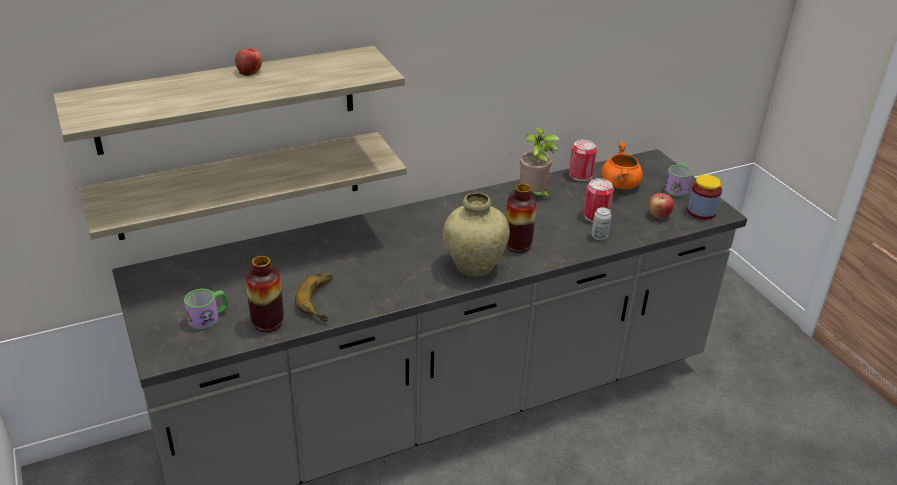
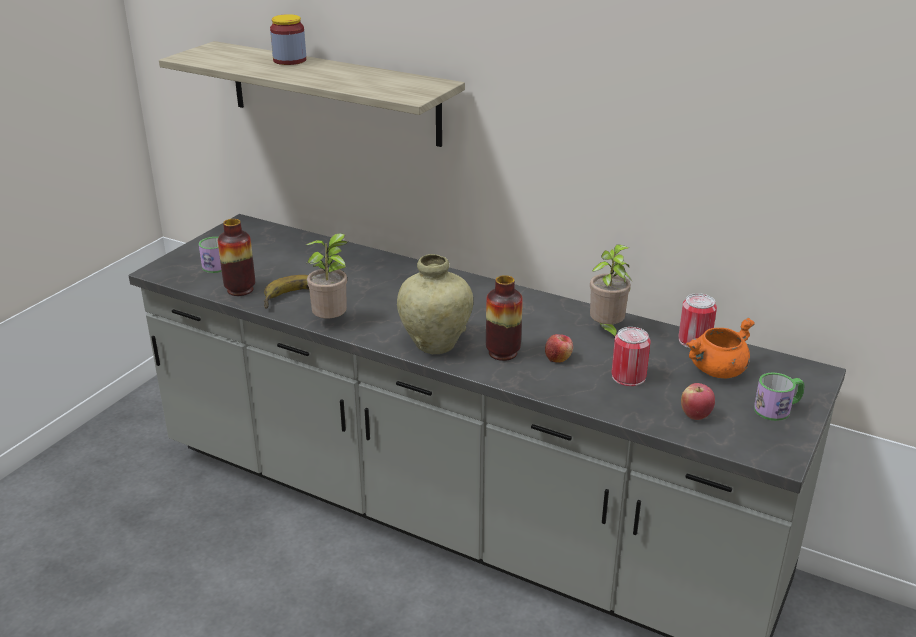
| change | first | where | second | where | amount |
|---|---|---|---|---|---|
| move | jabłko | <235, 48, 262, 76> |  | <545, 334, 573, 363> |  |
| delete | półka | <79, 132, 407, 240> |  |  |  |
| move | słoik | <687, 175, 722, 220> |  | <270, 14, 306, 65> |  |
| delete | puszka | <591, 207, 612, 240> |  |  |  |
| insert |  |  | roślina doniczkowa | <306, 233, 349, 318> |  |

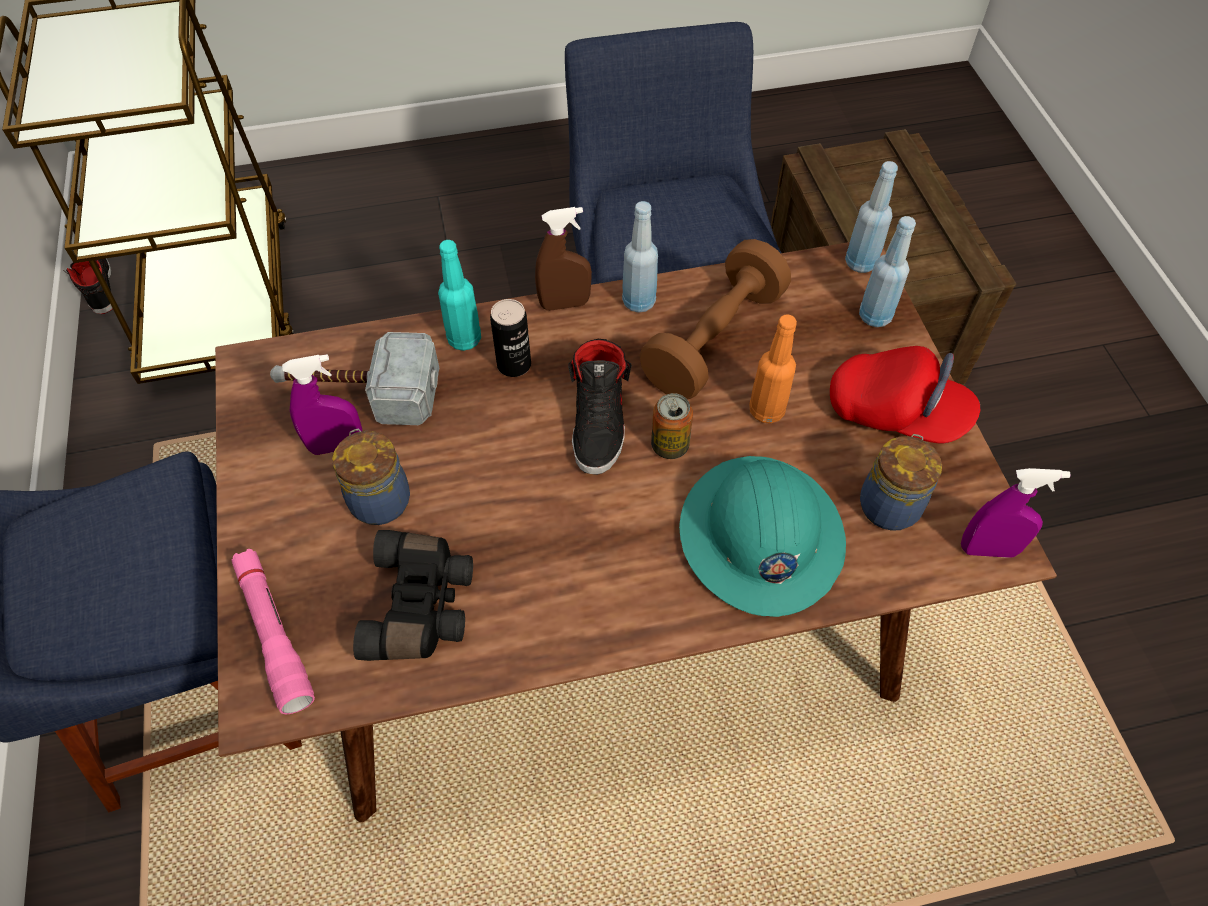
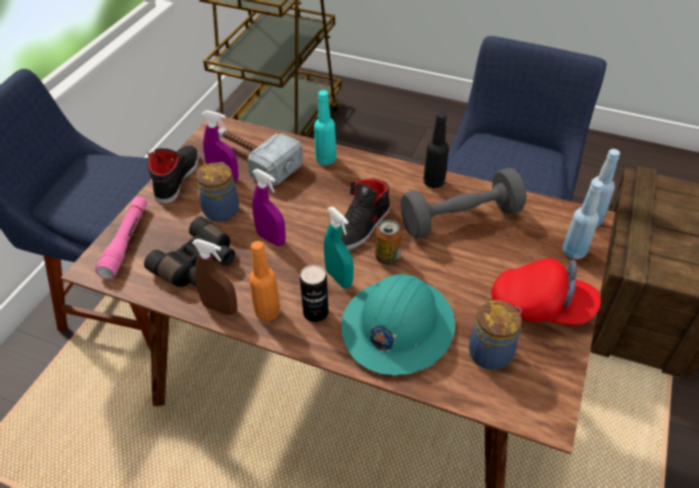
| change | first | where | second | where | amount |
|---|---|---|---|---|---|
| recolor | butelka [niebieski] | <622, 201, 658, 313> | butelka [czarny] | <423, 112, 449, 188> |  |
| move | spryskiwacz [brązowy] | <535, 207, 592, 311> |  | <192, 239, 237, 315> |  |
| recolor | hantel [brązowy] | <639, 239, 791, 399> | hantel [szary] | <400, 168, 526, 239> |  |
| move | but [czarny] | <63, 258, 113, 314> |  | <147, 145, 199, 204> |  |
| move | puszka | <490, 299, 531, 377> |  | <300, 265, 329, 322> |  |
| move | butelka [pomarańczowy] | <749, 314, 797, 424> |  | <249, 241, 280, 321> |  |
| rotate | czapka z daszkiem [czerwony] | <830, 346, 980, 443> |  | <492, 258, 601, 325> | 45 degrees counterclockwise |
| move | spryskiwacz [fioletowy] | <961, 468, 1071, 558> |  | <252, 169, 286, 246> |  |
| insert |  |  | spryskiwacz [turkusowy] | <324, 207, 354, 288> |  |

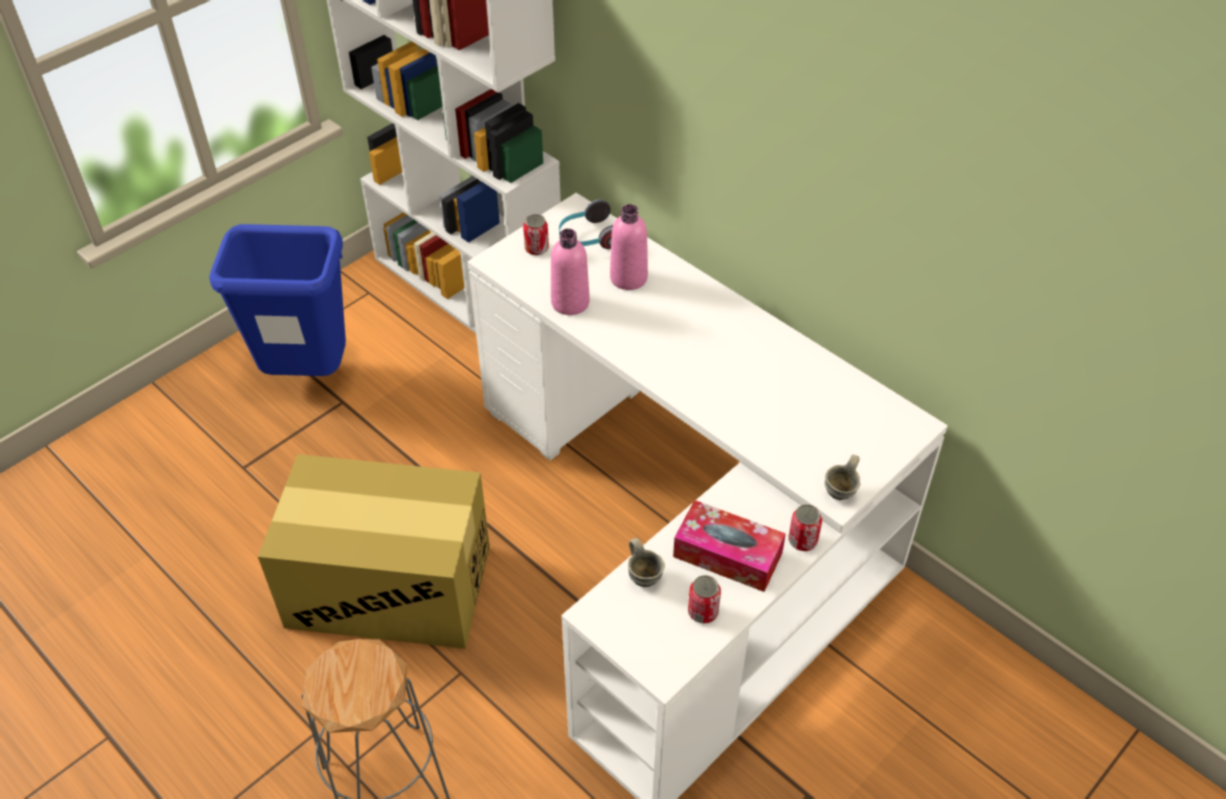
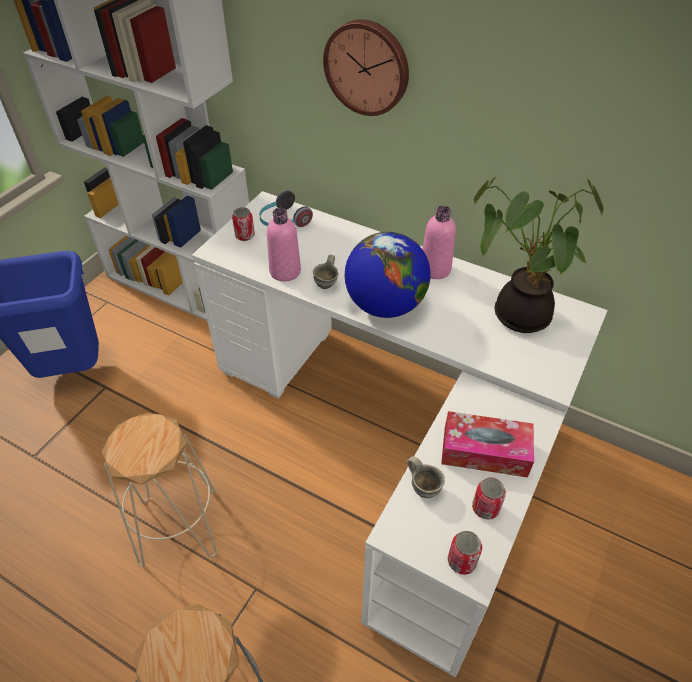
| change | first | where | second | where | amount |
|---|---|---|---|---|---|
| move | butelka [różowy] | <610, 204, 648, 290> |  | <423, 206, 456, 279> |  |
| replace | karton | <258, 454, 490, 649> | stołek [beżowy] | <101, 413, 217, 567> |  |
| move | kubek [szary] | <825, 455, 861, 500> |  | <313, 255, 339, 289> |  |
| move | puszka | <788, 504, 822, 551> |  | <448, 531, 482, 575> |  |
| insert |  |  | zegar ścienny | <323, 19, 409, 116> |  |
| insert |  |  | roślina doniczkowa | <474, 176, 604, 333> |  |
| insert |  |  | globus | <345, 232, 430, 318> |  |

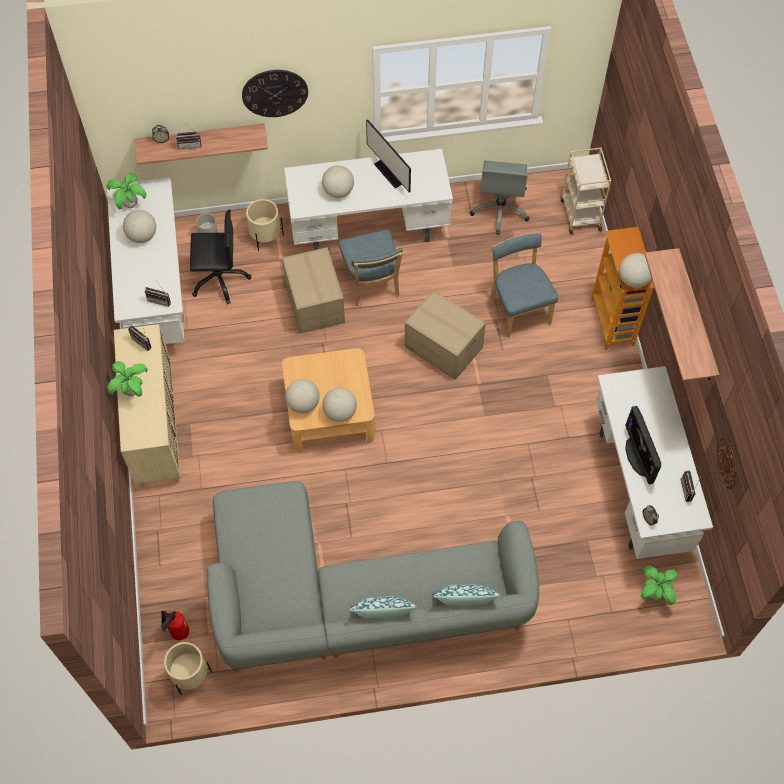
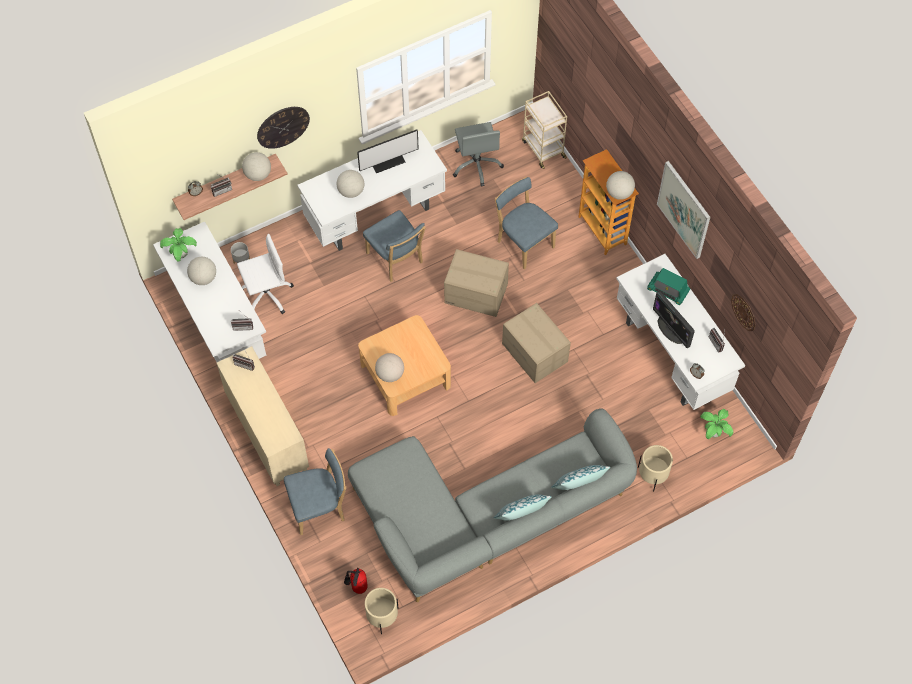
| change | first | where | second | where | amount |
|---|---|---|---|---|---|
| rotate | monitor | <366, 119, 411, 193> |  | <357, 130, 419, 173> | 60 degrees counterclockwise |
| move | donica [beżowy] | <246, 199, 284, 251> |  | <638, 445, 673, 491> |  |
| recolor | krzesło biurowe [czarny] | <190, 209, 251, 304> | krzesło biurowe [biały] | <237, 234, 294, 314> |  |
| move | karton | <282, 247, 345, 334> |  | <502, 303, 571, 383> |  |
| replace | półka | <644, 248, 720, 381> | obraz | <657, 161, 710, 259> |  |
| delete | roślina doniczkowa | <107, 361, 148, 397> |  |  |  |
| move | globus | <322, 388, 357, 422> |  | <242, 152, 271, 181> |  |
| insert |  |  | radio | <647, 268, 690, 305> |  |
| insert |  |  | krzesło [niebieski] | <284, 448, 346, 535> |  |

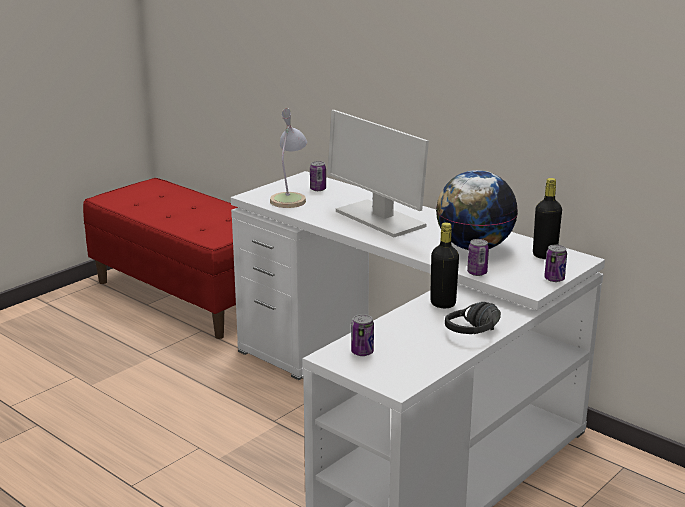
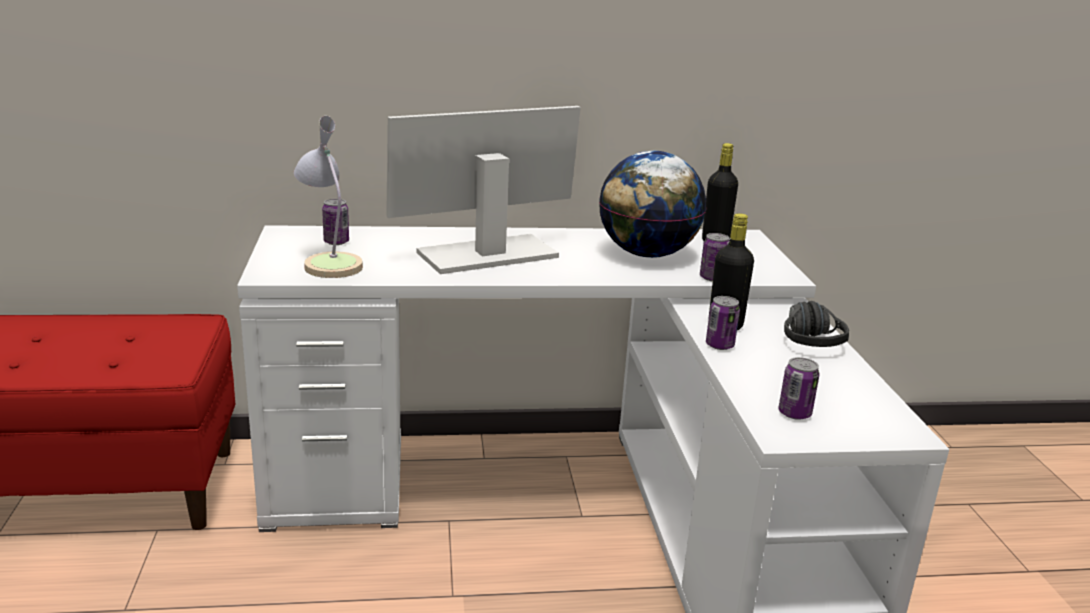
| change | first | where | second | where | amount |
|---|---|---|---|---|---|
| rotate | monitor | <328, 110, 429, 237> |  | <386, 106, 581, 274> | 150 degrees clockwise |
| move | puszka | <544, 245, 567, 282> |  | <706, 296, 740, 350> |  |

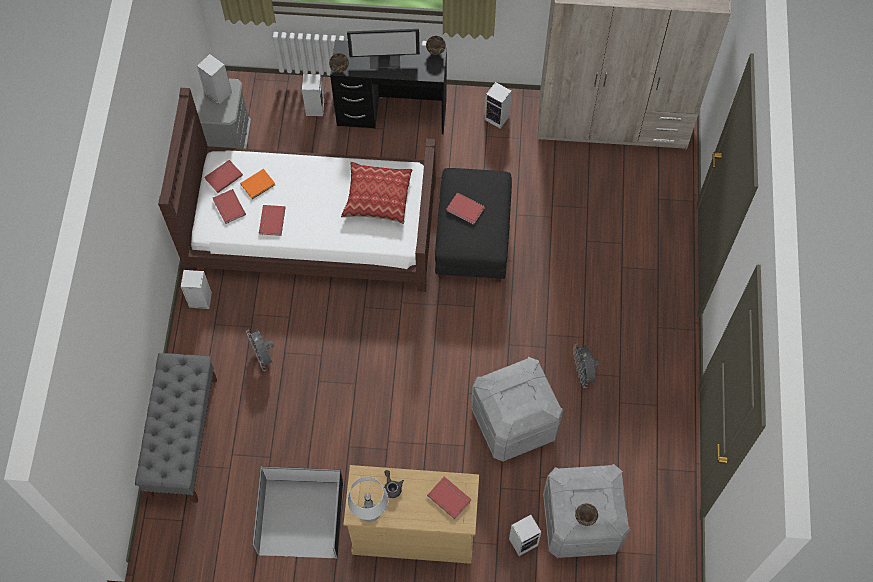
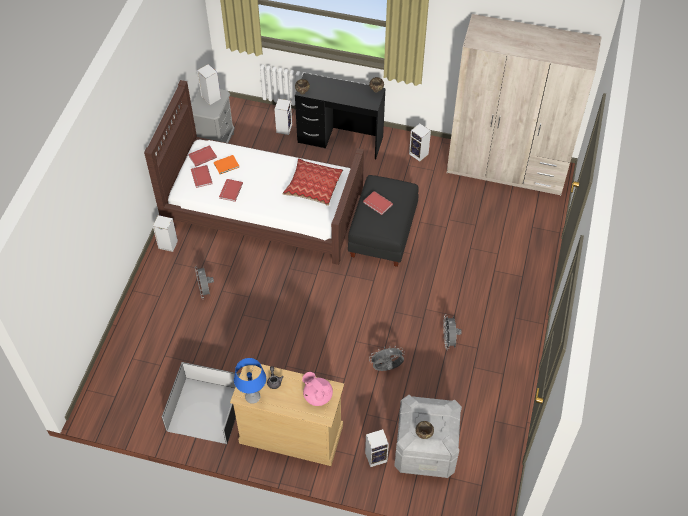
| change | first | where | second | where | amount |
|---|---|---|---|---|---|
| delete | monitor | <347, 29, 420, 69> |  |  |  |
| delete | ławka [szary] | <135, 353, 217, 503> |  |  |  |
| replace | pojemnik do przechowywania [szary] | <471, 357, 563, 462> | wentylator [szary] | <369, 346, 404, 371> |  |
| recolor | lampa stołowa [szary] | <348, 477, 388, 522> | lampa stołowa [niebieski] | <234, 358, 266, 404> |  |
| replace | książka [czerwony] | <427, 477, 472, 519> | imbryk [różowy] | <302, 372, 333, 406> |  |

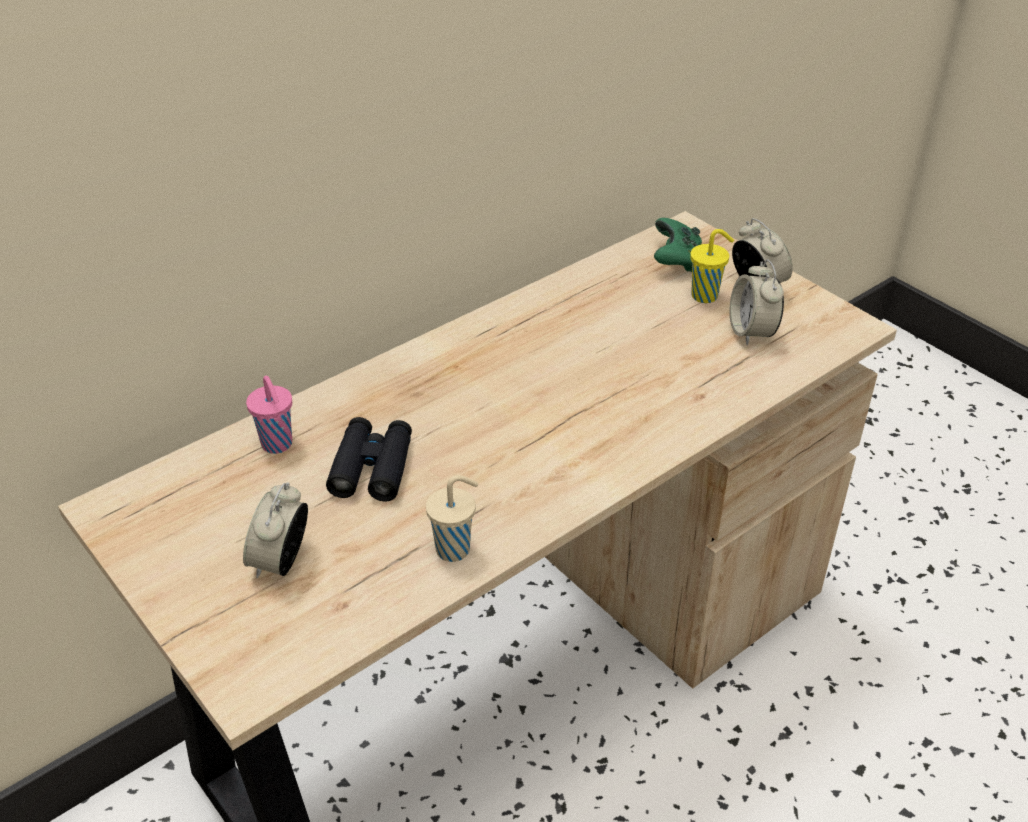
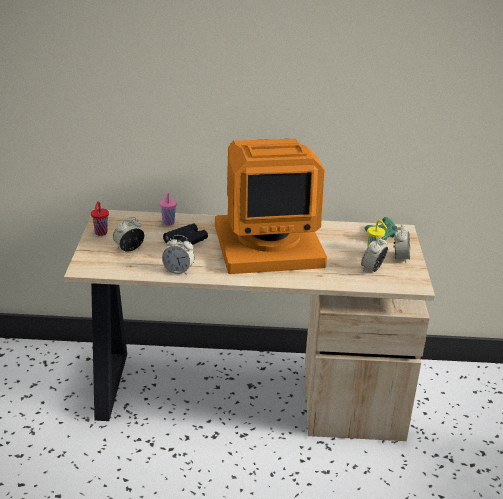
| change | first | where | second | where | amount |
|---|---|---|---|---|---|
| replace | filiżanka [beżowy] | <426, 475, 478, 562> | budzik | <162, 235, 195, 275> |  |
| insert |  |  | monitor | <215, 139, 327, 274> |  |
| insert |  |  | filiżanka [czerwony] | <91, 202, 109, 236> |  |

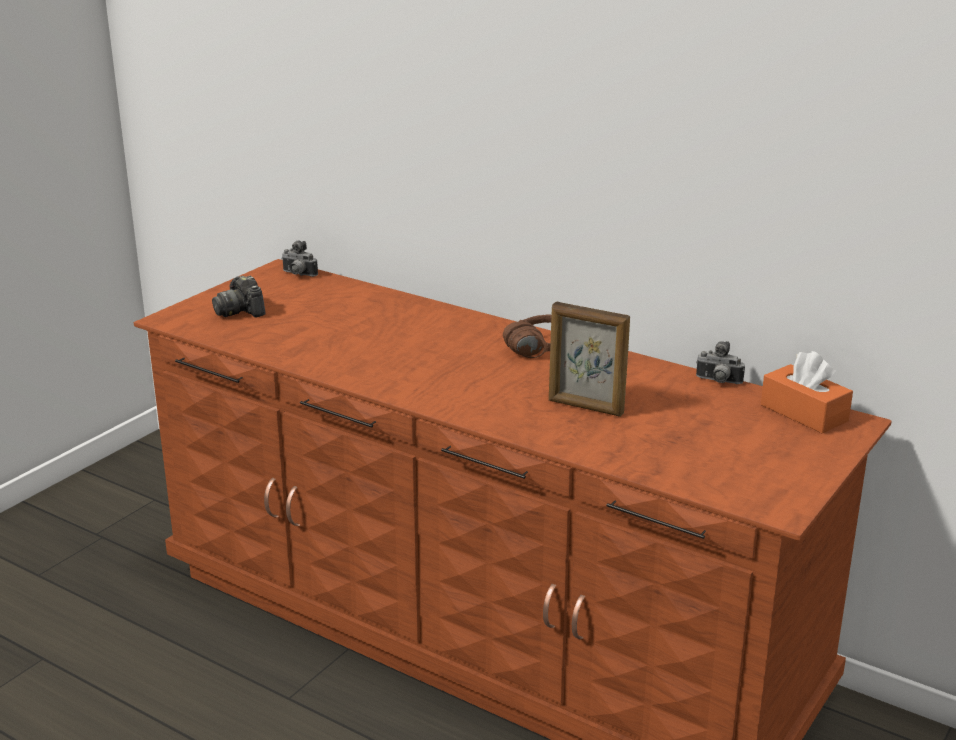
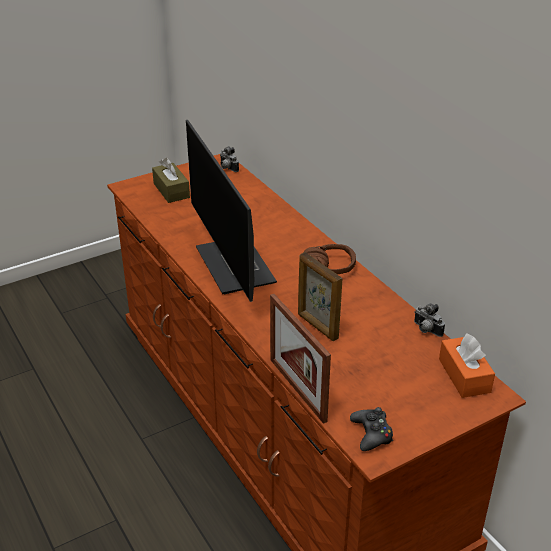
| change | first | where | second | where | amount |
|---|---|---|---|---|---|
| replace | aparat fotograficzny | <212, 275, 266, 318> | pudełko chusteczek [brązowy] | <152, 158, 190, 203> |  |
| insert |  |  | monitor | <186, 120, 277, 302> |  |
| insert |  |  | ramka na zdjęcie | <270, 294, 331, 424> |  |
| insert |  |  | pad do gier [czarny] | <350, 407, 393, 451> |  |

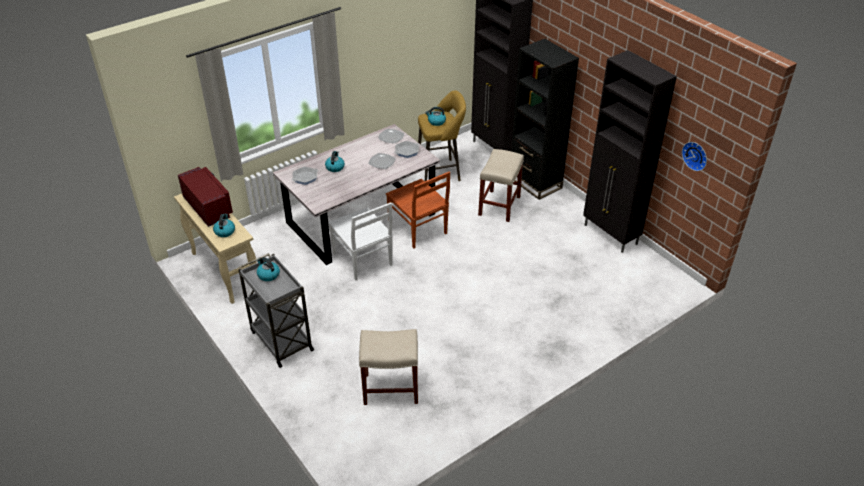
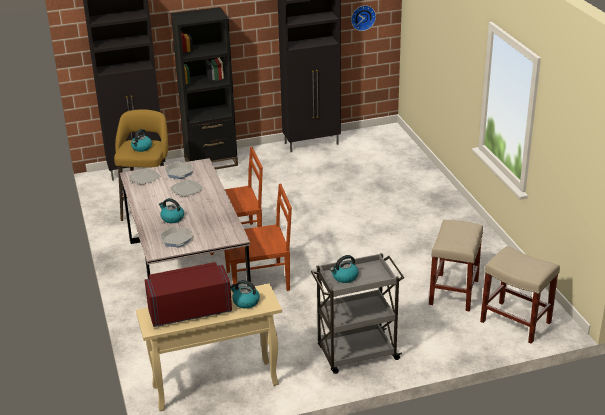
| change | first | where | second | where | amount |
|---|---|---|---|---|---|
| move | stołek [beżowy] | <478, 149, 524, 222> |  | <480, 246, 560, 344> |  |
| recolor | krzesło [biały] | <328, 202, 393, 281> | krzesło [brązowy] | <224, 184, 292, 291> |  |

